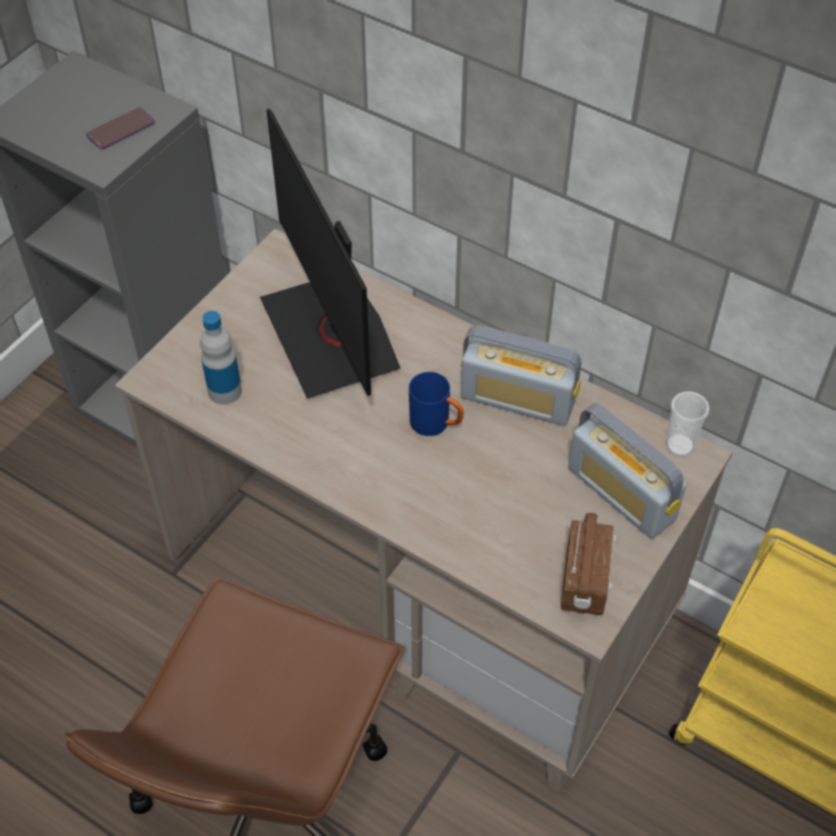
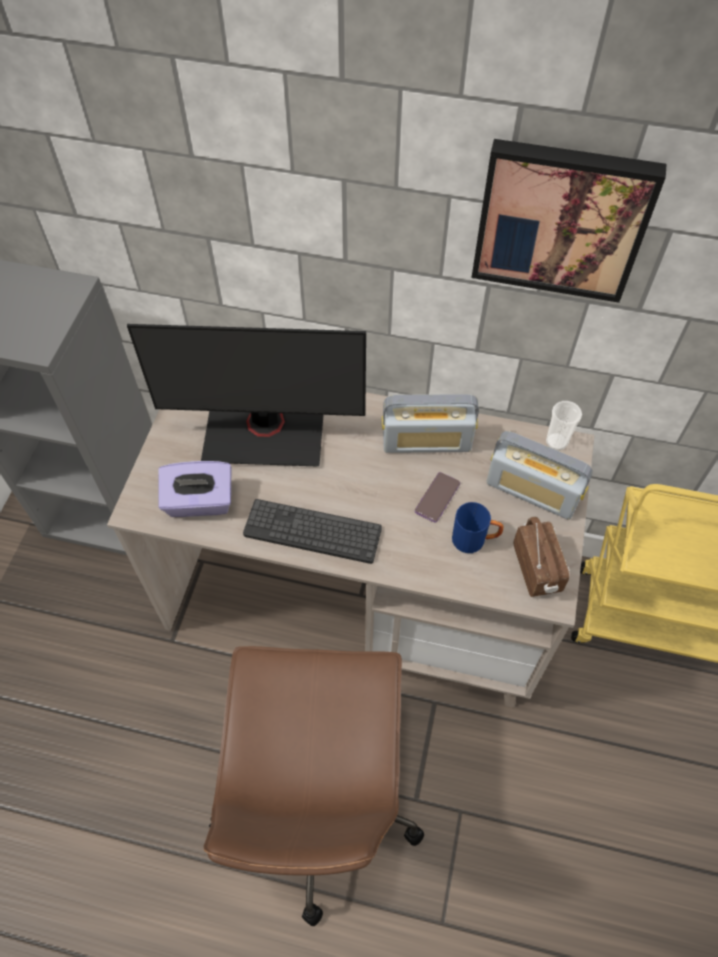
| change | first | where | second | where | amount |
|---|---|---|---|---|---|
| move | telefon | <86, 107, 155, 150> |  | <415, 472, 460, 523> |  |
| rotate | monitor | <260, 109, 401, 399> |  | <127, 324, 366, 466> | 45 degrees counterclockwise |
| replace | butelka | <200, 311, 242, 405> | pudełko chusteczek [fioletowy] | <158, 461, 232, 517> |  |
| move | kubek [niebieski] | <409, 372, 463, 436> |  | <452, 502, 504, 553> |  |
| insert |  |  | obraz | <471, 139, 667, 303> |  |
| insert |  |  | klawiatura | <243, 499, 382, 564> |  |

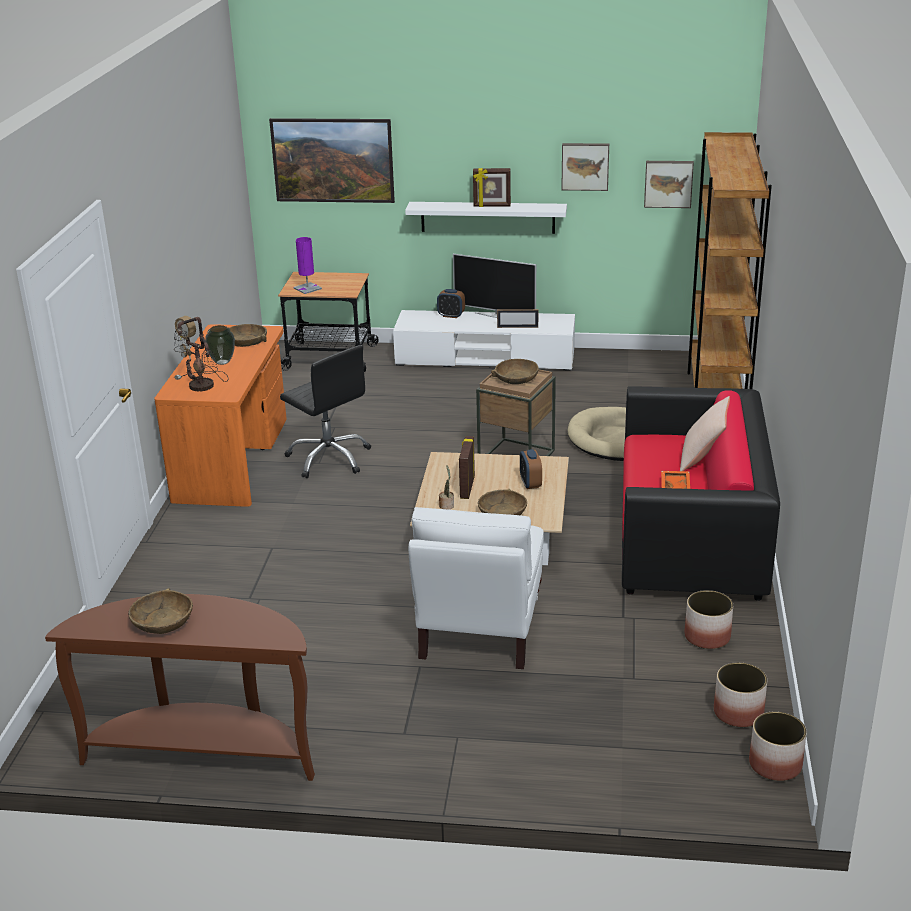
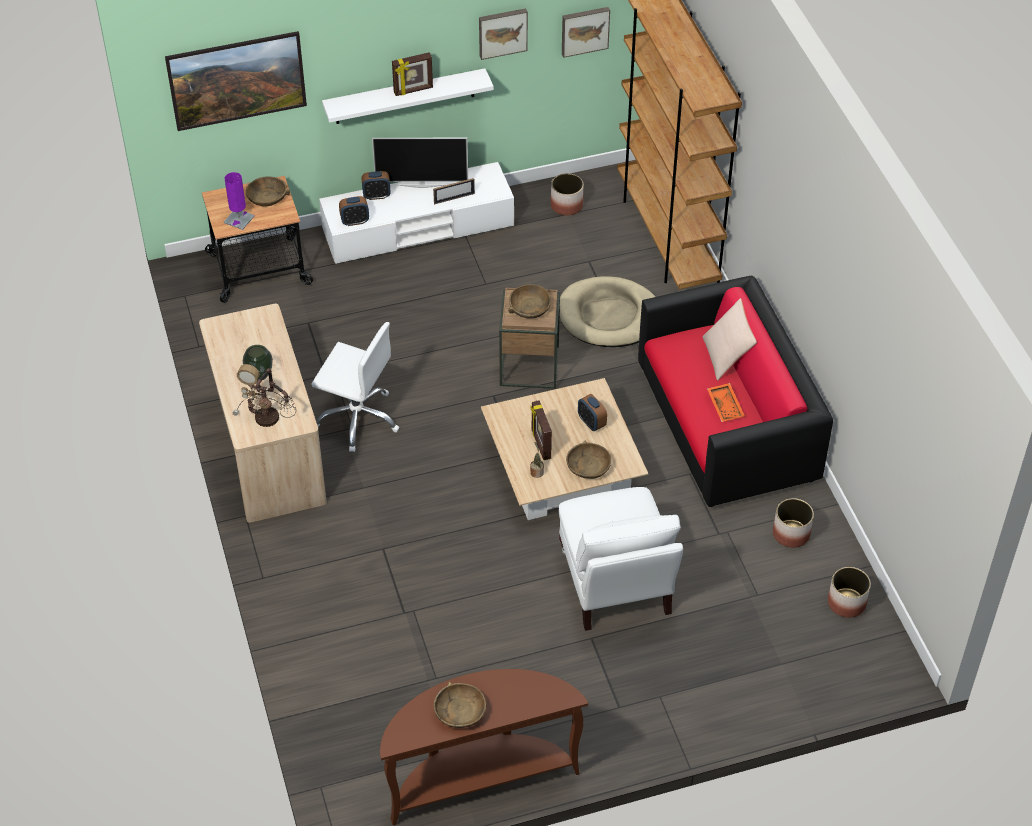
| change | first | where | second | where | amount |
|---|---|---|---|---|---|
| recolor | biurko [pomarańczowy] | <154, 324, 287, 507> | biurko [beżowy] | <199, 304, 327, 523> |  |
| move | miska [brązowy] | <230, 324, 267, 347> |  | <246, 176, 290, 207> |  |
| recolor | krzesło biurowe [czarny] | <280, 345, 371, 478> | krzesło biurowe [biały] | <311, 322, 399, 452> |  |
| move | donica | <749, 711, 807, 781> |  | <551, 173, 583, 216> |  |
| insert |  |  | budzik | <339, 196, 369, 226> |  |

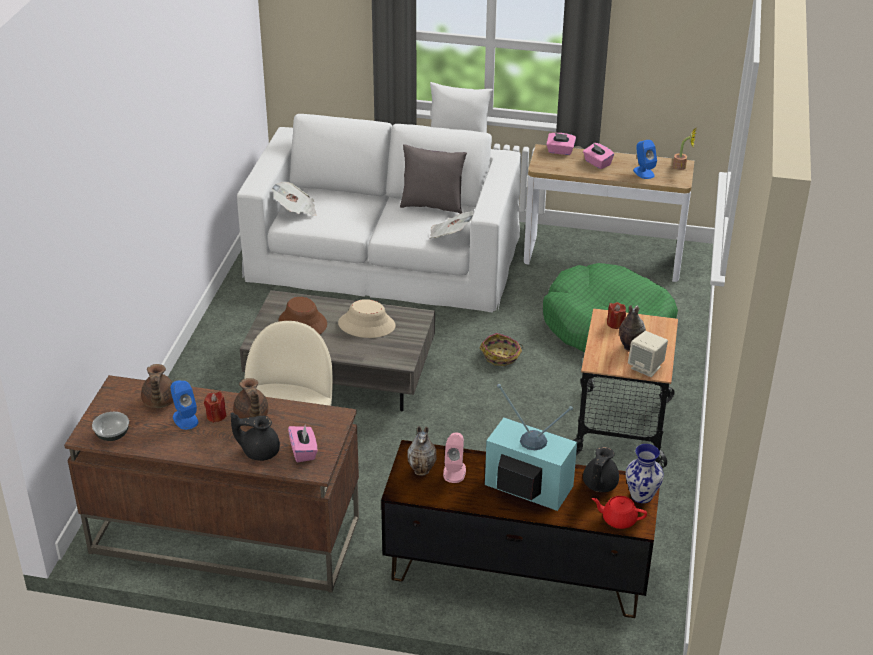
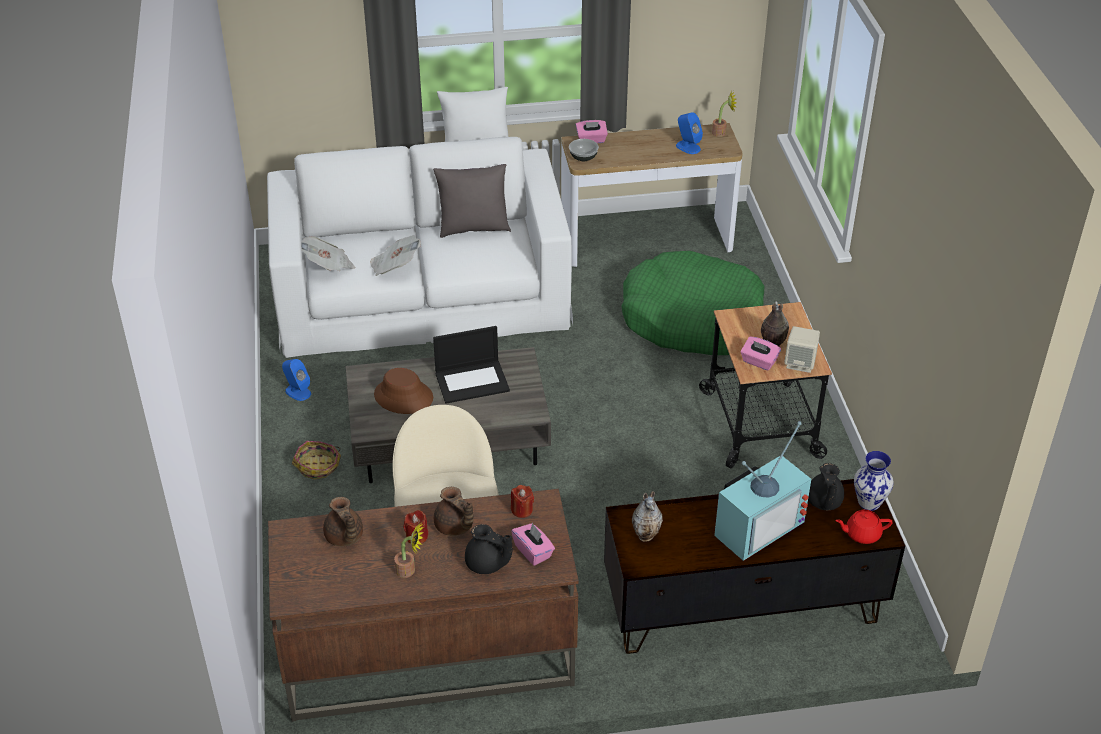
| change | first | where | second | where | amount |
|---|---|---|---|---|---|
| move | pudełko chusteczek [różowy] | <583, 143, 614, 169> |  | <740, 337, 781, 371> |  |
| move | gazeta | <430, 211, 473, 239> |  | <370, 235, 421, 276> |  |
| replace | kapelusz [beżowy] | <338, 299, 396, 338> | laptop | <433, 326, 510, 404> |  |
| move | świeca [czerwony] | <607, 302, 626, 329> |  | <511, 485, 534, 518> |  |
| move | koszyk | <480, 333, 523, 366> |  | <292, 441, 341, 480> |  |
| move | głośnik [niebieski] | <171, 381, 198, 430> |  | <282, 359, 311, 401> |  |
| rotate | telewizor | <485, 384, 577, 511> |  | <714, 421, 811, 561> | 135 degrees clockwise |
| move | miska | <92, 412, 129, 441> |  | <569, 139, 599, 162> |  |
| rotate | imbryk [czarny] | <230, 413, 280, 461> |  | <465, 524, 512, 574> | 135 degrees counterclockwise |
| delete | głośnik [różowy] | <443, 432, 466, 483> |  |  |  |
| insert |  |  | roślina doniczkowa | <394, 523, 424, 578> |  |

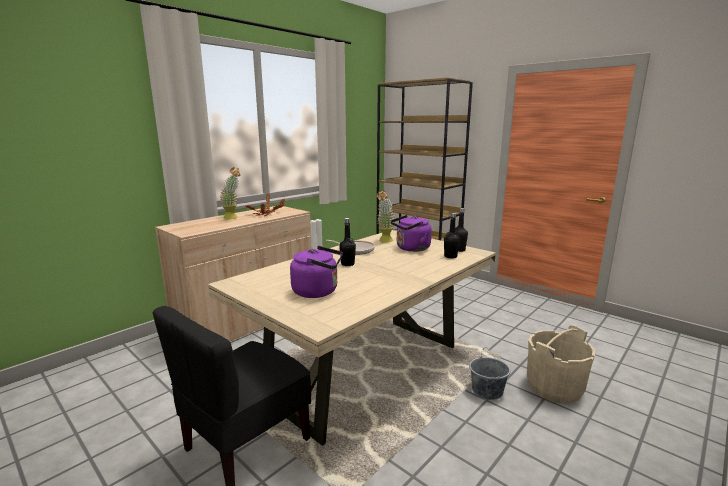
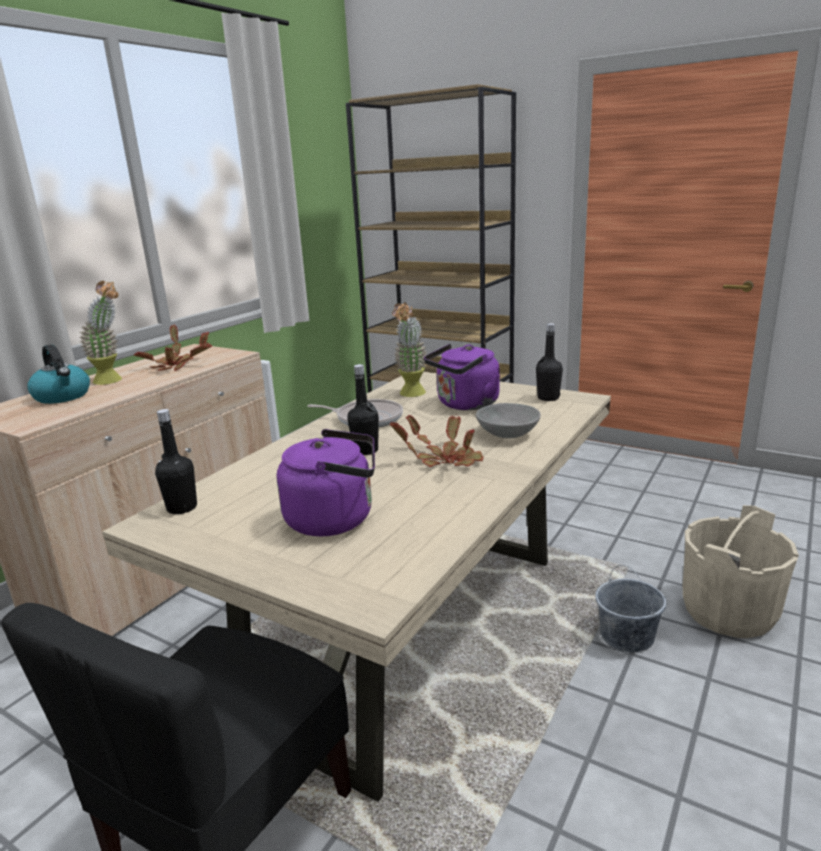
| change | first | where | second | where | amount |
|---|---|---|---|---|---|
| move | butelka [czarny] | <444, 213, 460, 259> |  | <155, 409, 197, 514> |  |
| insert |  |  | czajnik | <27, 344, 90, 404> |  |
| insert |  |  | miska [szary] | <476, 403, 541, 438> |  |
| insert |  |  | roślina doniczkowa | <390, 414, 484, 467> |  |

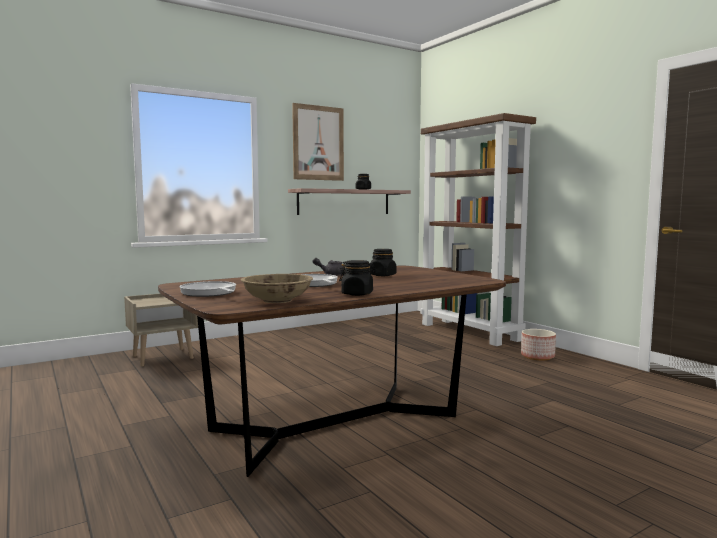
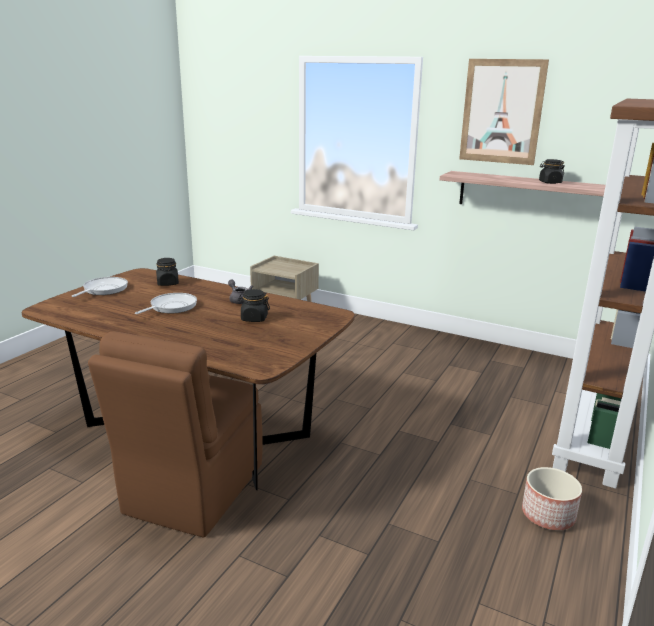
| change | first | where | second | where | amount |
|---|---|---|---|---|---|
| move | słoik [czarny] | <339, 260, 376, 296> |  | <156, 258, 179, 286> |  |
| delete | miska [beżowy] | <241, 274, 313, 303> |  |  |  |
| insert |  |  | krzesło [brązowy] | <88, 332, 263, 538> |  |

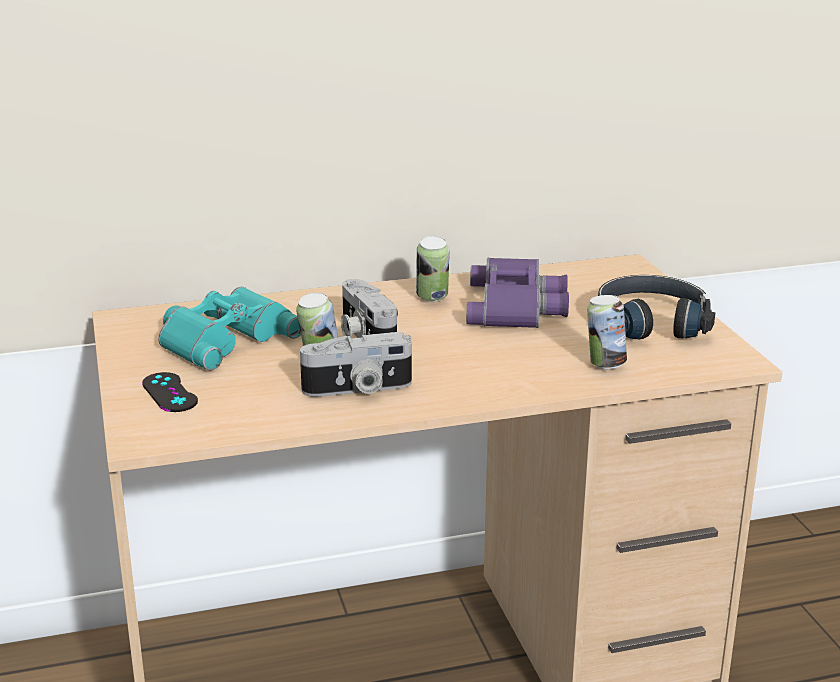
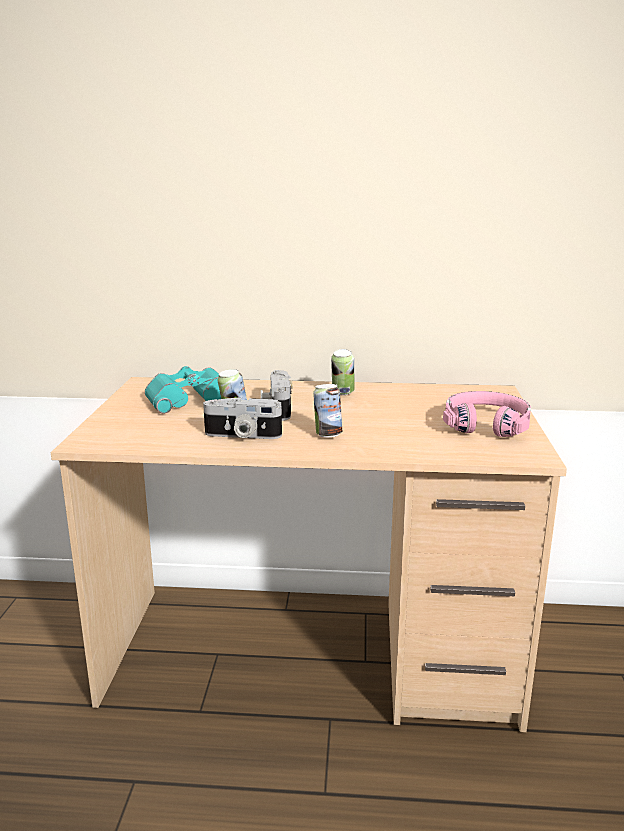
| change | first | where | second | where | amount |
|---|---|---|---|---|---|
| delete | lornetka [fioletowy] | <466, 258, 569, 328> |  |  |  |
| recolor | słuchawki [czarny] | <598, 275, 716, 339> | słuchawki [różowy] | <443, 391, 531, 437> |  |
| move | puszka | <587, 295, 627, 369> |  | <313, 384, 342, 438> |  |
| delete | pad do gier [czarny] | <142, 372, 198, 412> |  |  |  |

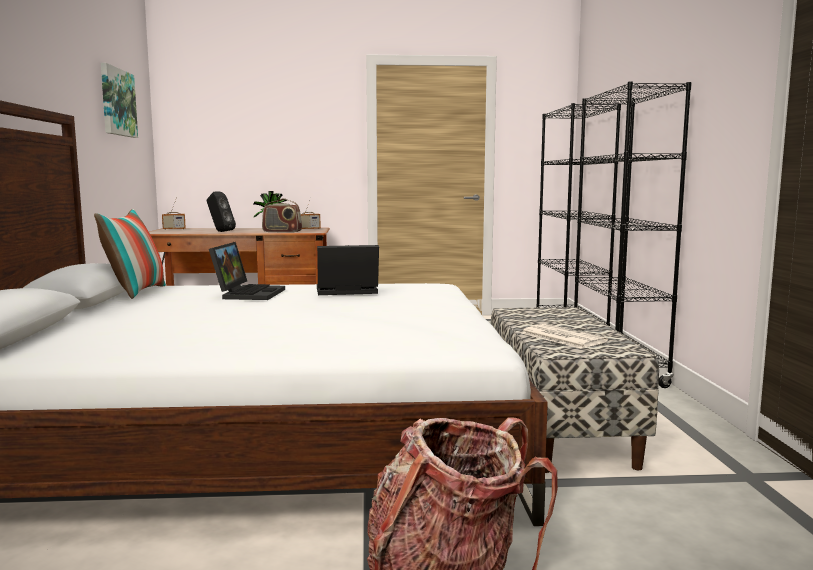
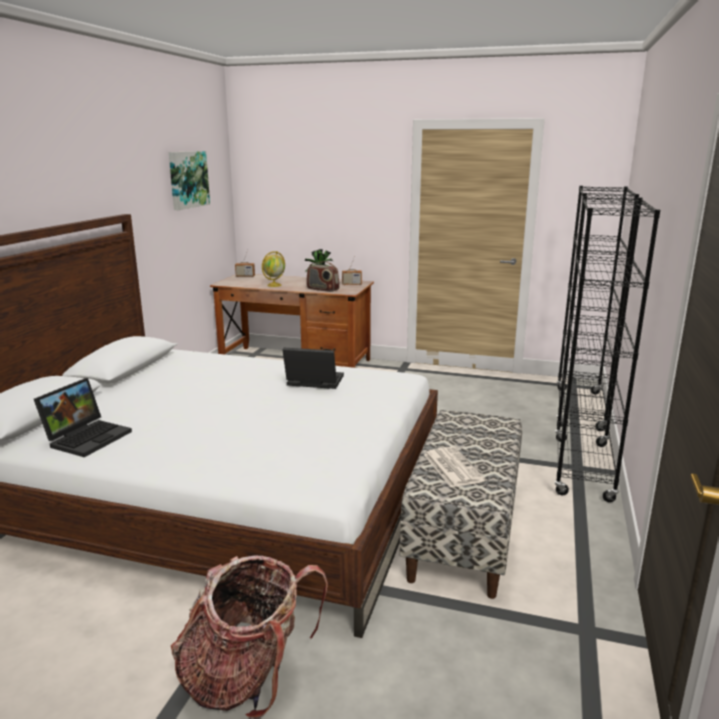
| change | first | where | second | where | amount |
|---|---|---|---|---|---|
| replace | głośnik [czarny] | <207, 192, 236, 232> | globus | <262, 251, 285, 287> |  |
| delete | poduszka | <94, 209, 166, 299> |  |  |  |
| move | laptop | <209, 242, 285, 300> |  | <34, 378, 132, 457> |  |

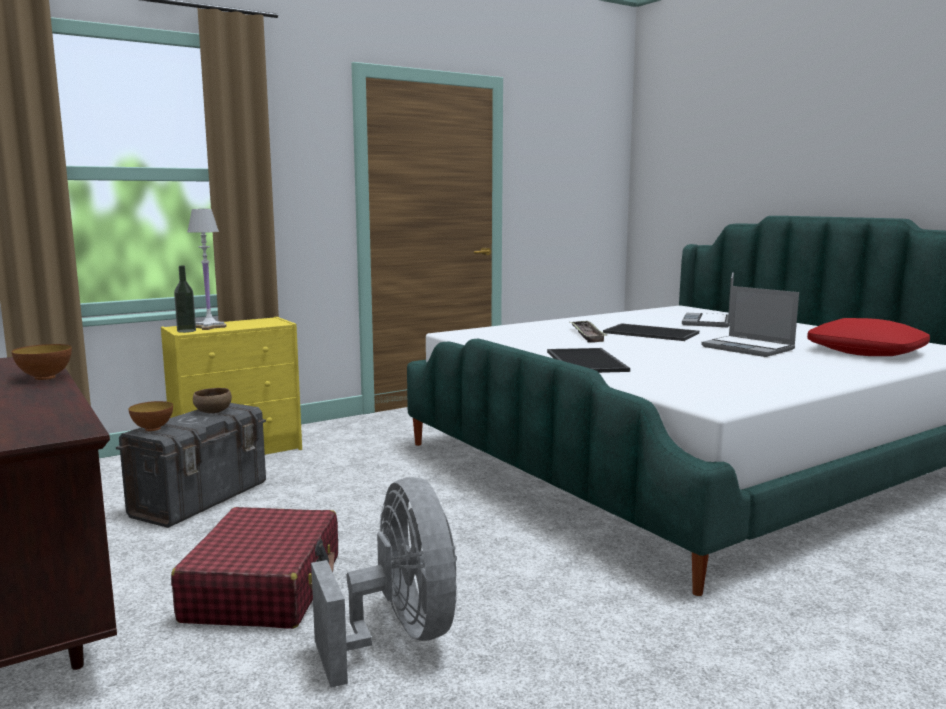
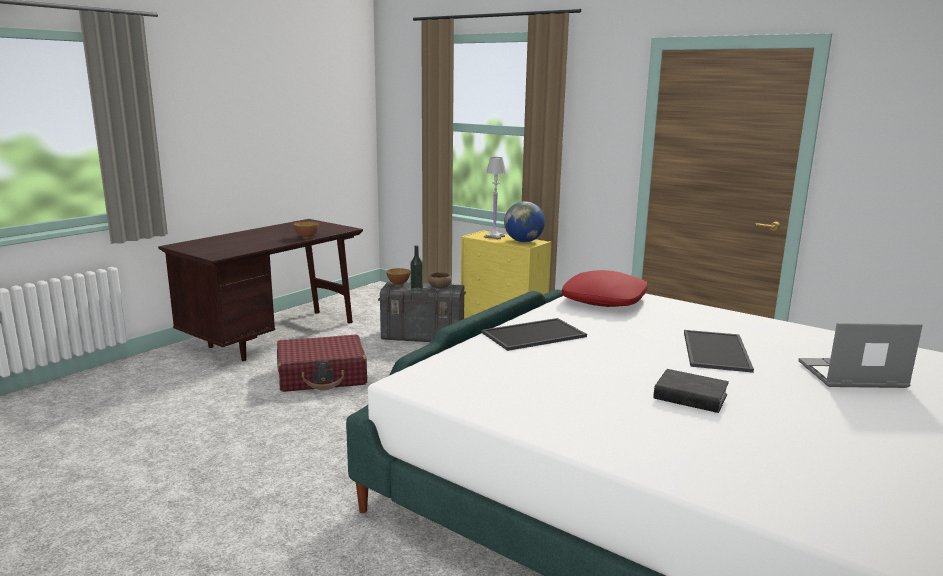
| change | first | where | second | where | amount |
|---|---|---|---|---|---|
| move | butelka | <174, 266, 196, 333> |  | <410, 245, 423, 291> |  |
| replace | laptop | <701, 286, 799, 357> | książka [czarny] | <654, 369, 729, 413> |  |
| move | poduszka [czerwony] | <807, 318, 930, 356> |  | <562, 270, 647, 307> |  |
| delete | taca | <569, 321, 607, 343> |  |  |  |
| delete | wentylator [szary] | <311, 477, 457, 688> |  |  |  |
| insert |  |  | globus | <504, 201, 545, 242> |  |

